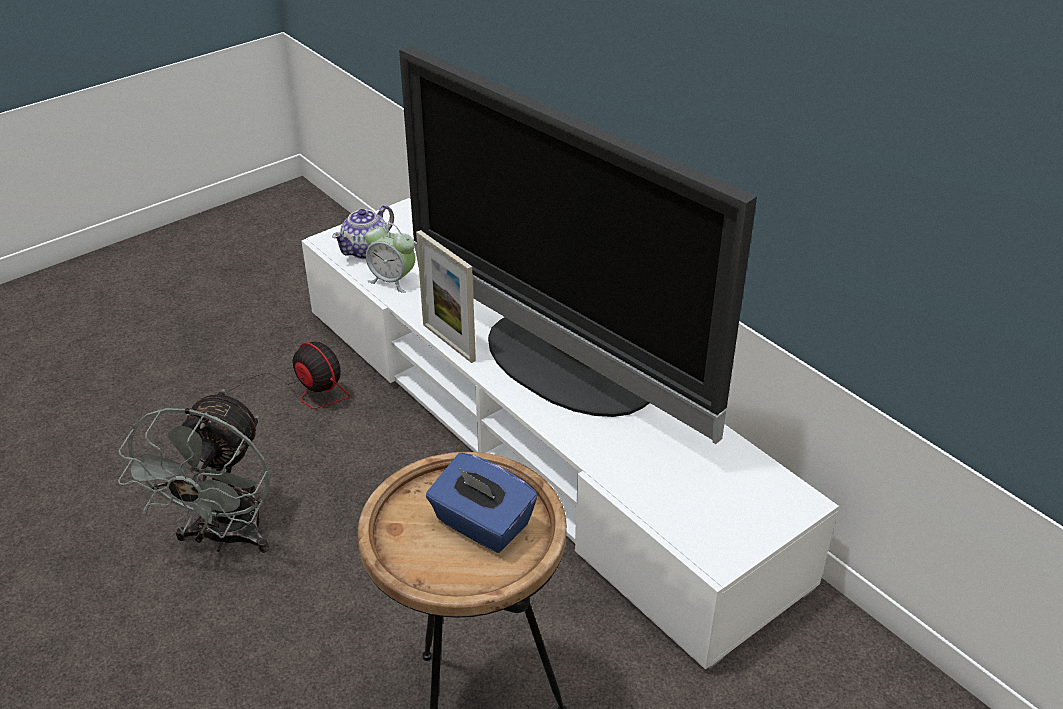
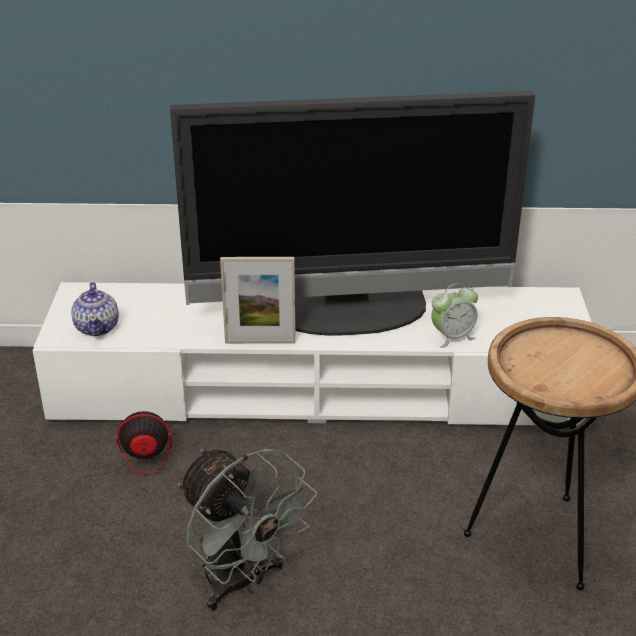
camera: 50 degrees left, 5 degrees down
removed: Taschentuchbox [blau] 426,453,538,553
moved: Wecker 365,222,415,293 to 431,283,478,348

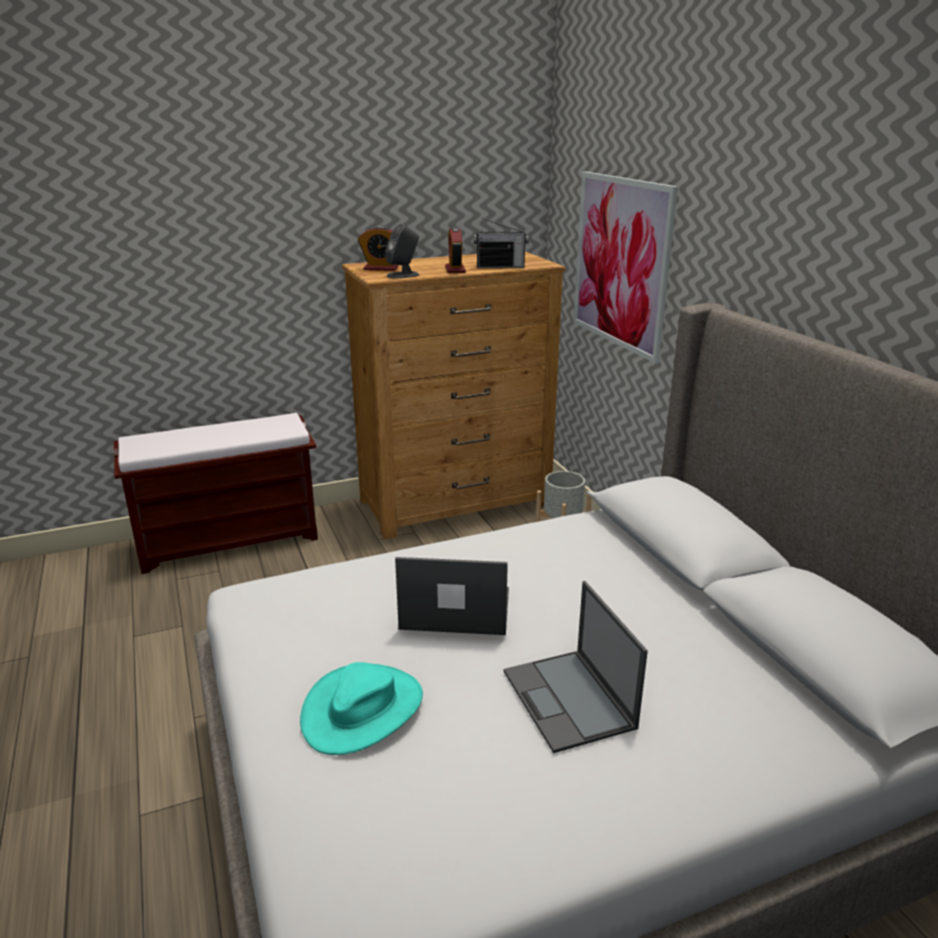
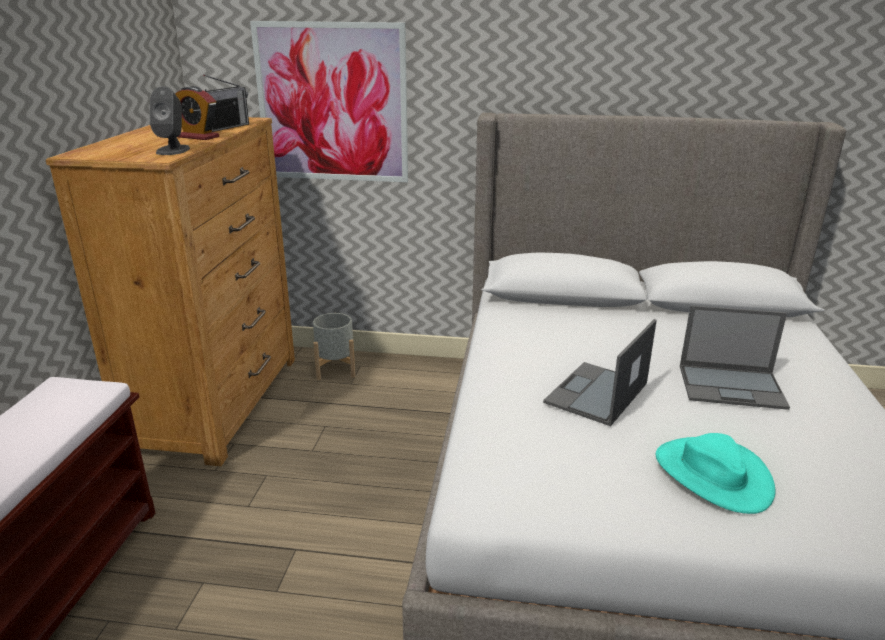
camera: 60 degrees left, 0 degrees up
removed: Wecker 358,226,398,271

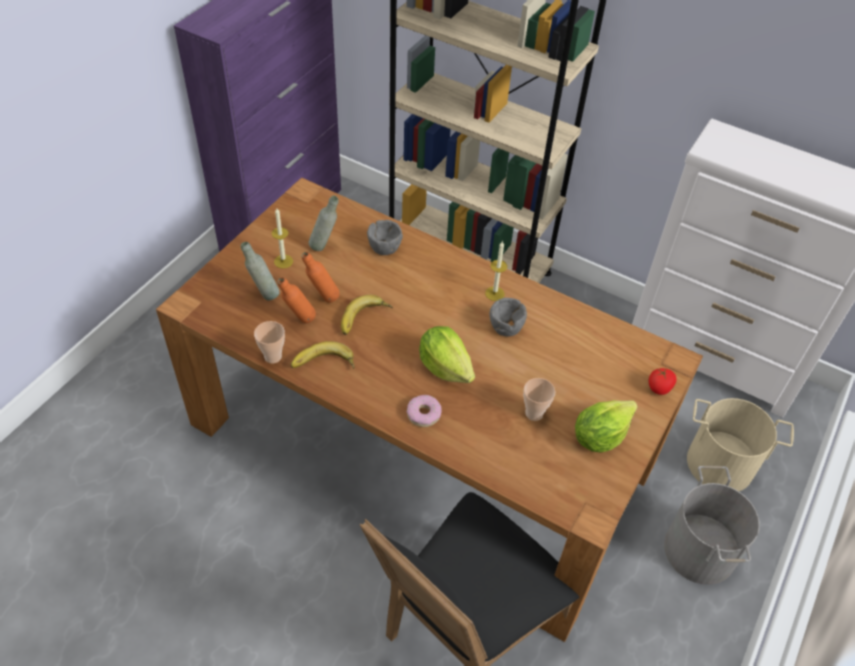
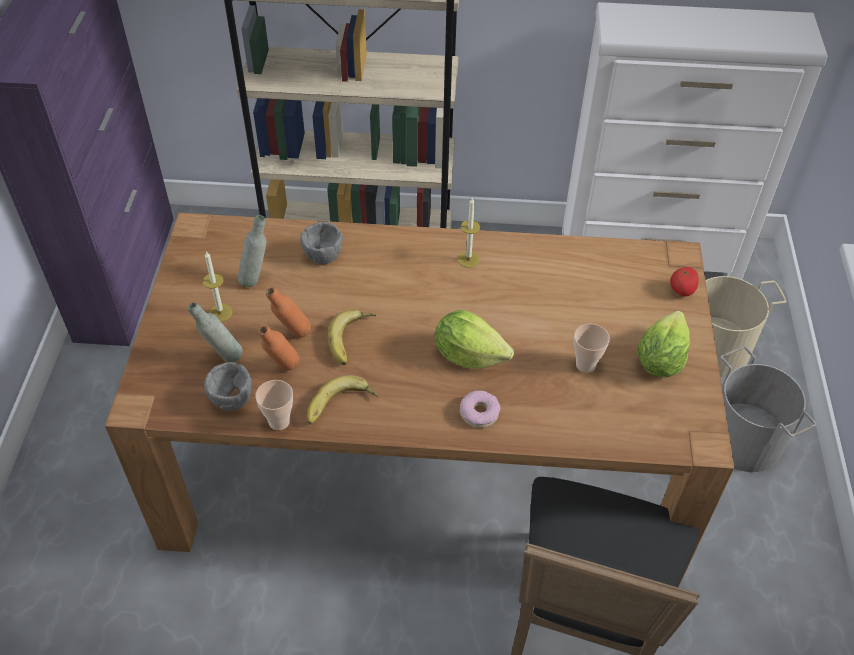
camera: 25 degrees left, 0 degrees up
moved: Schüssel [grau] 489,298,527,336 to 204,362,252,411

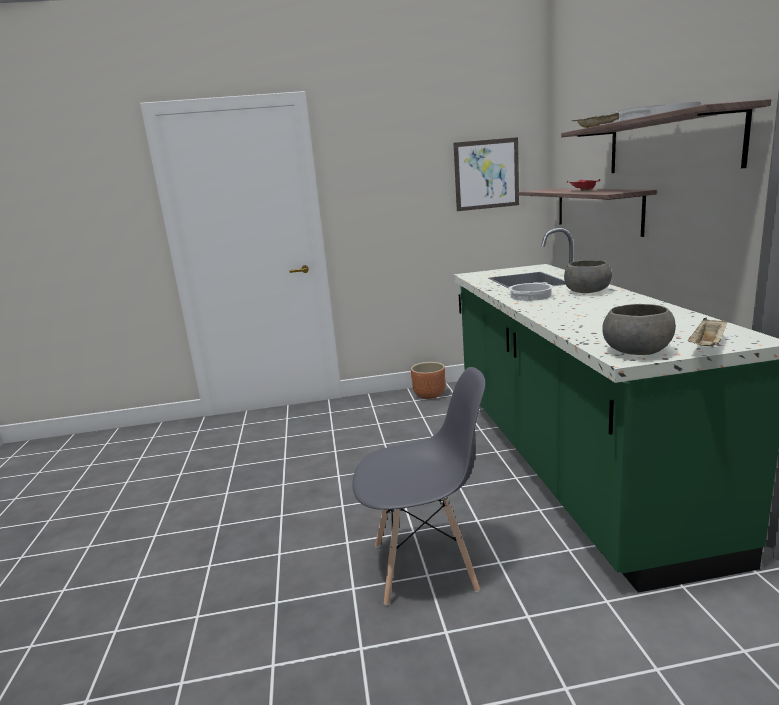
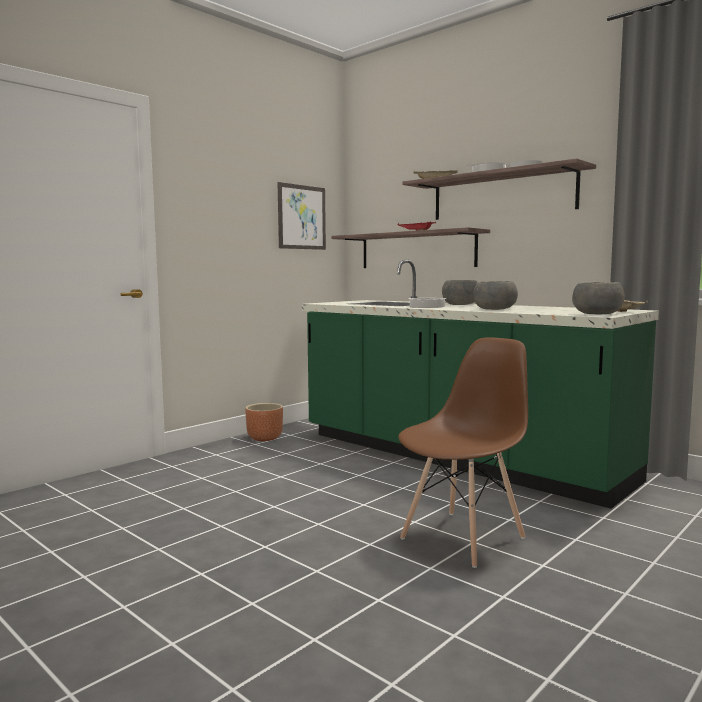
camera: 40 degrees left, 10 degrees down
added: Schüssel [grau] 474,281,518,310
recoloured: Stuhl [grau] 353,367,485,606 to Stuhl [braun] 398,337,528,568

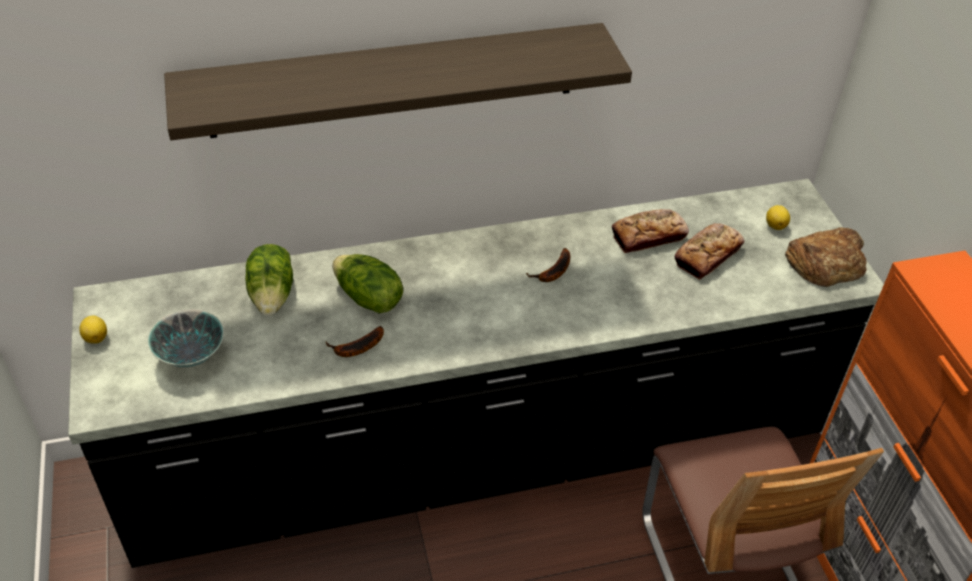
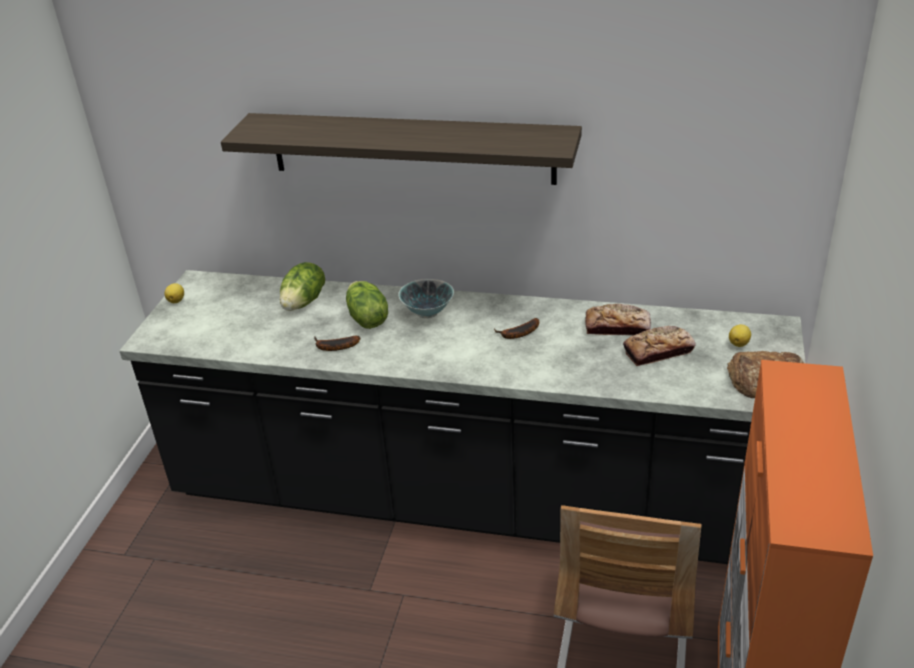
camera: 30 degrees right, 10 degrees down
moved: Schüssel 147,309,224,368 to 398,279,454,318

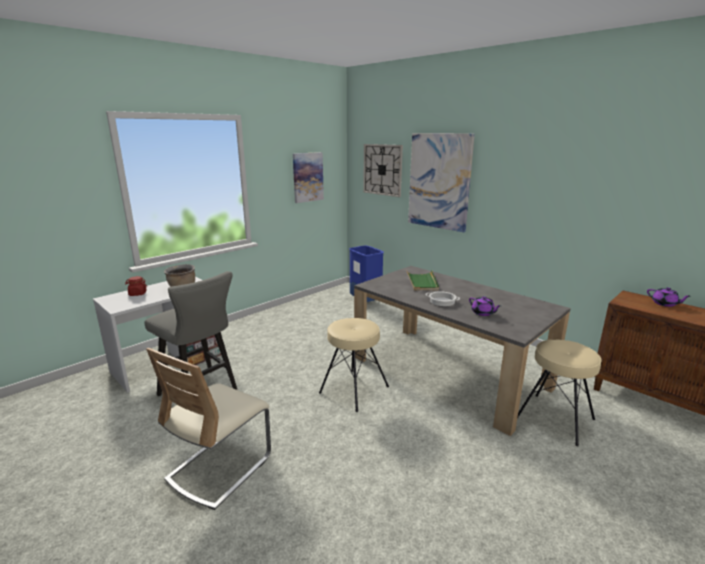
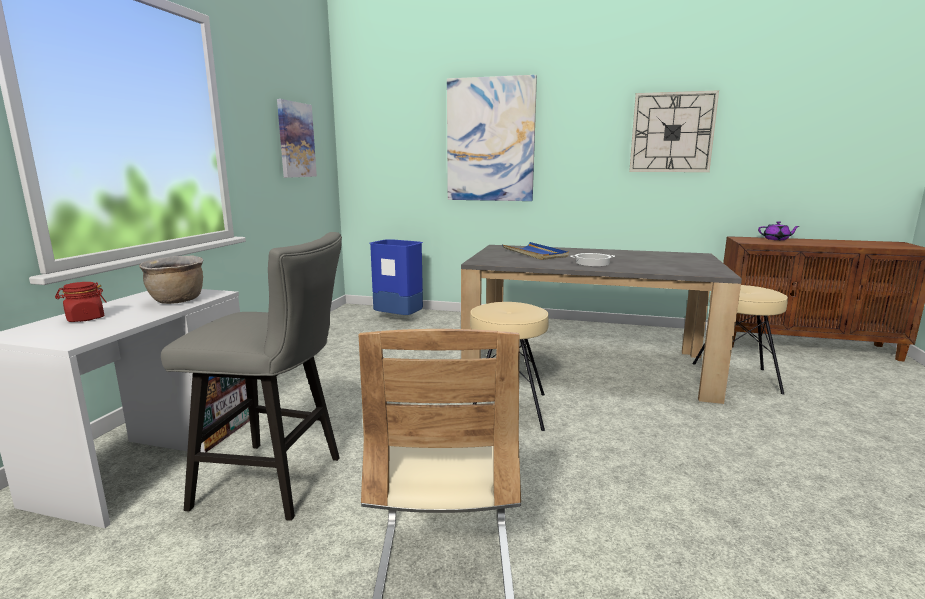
camera: 30 degrees left, 5 degrees down
removed: Teekanne [lila] 469,296,501,316
moved: Wanduhr 363,144,403,197 to 629,90,719,172
recoloured: Tablett [grün] 406,270,439,290 to Tablett [blau] 502,242,569,260

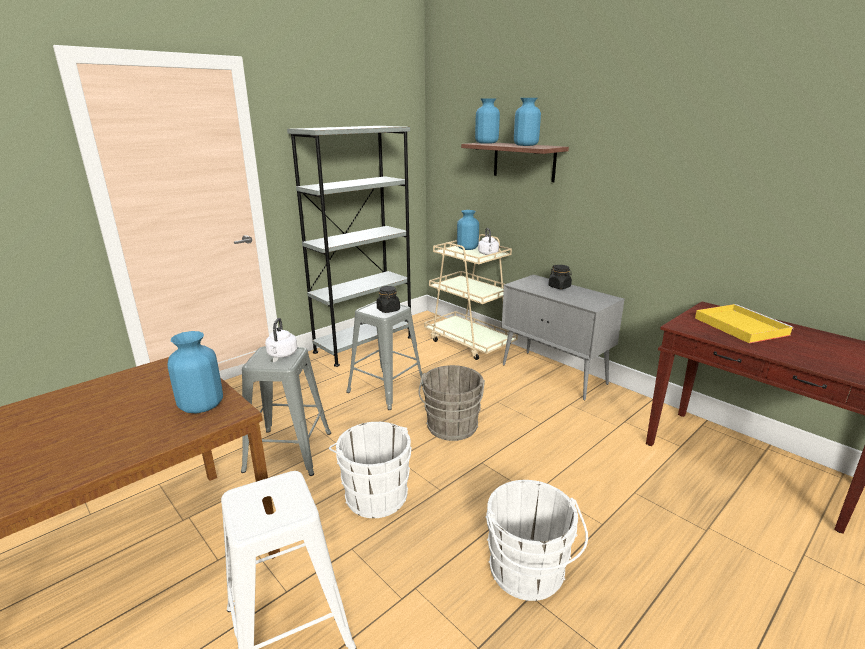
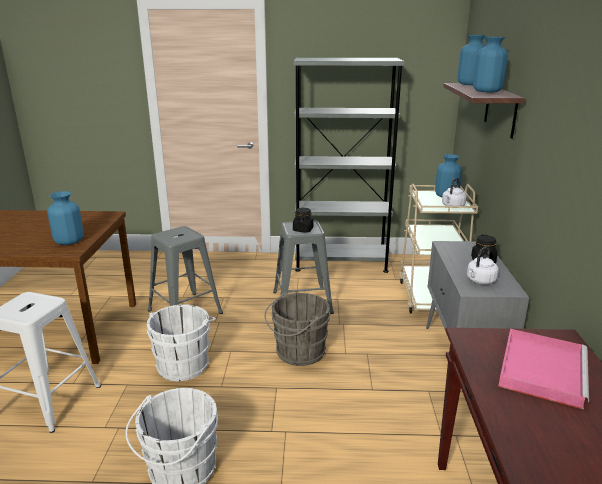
camera: 45 degrees right, 0 degrees up
moved: Wasserkessel [weiß] 265,318,297,358 to 467,246,499,284
recoloured: Tablett [gelb] 695,304,794,343 to Tablett [rosa] 498,329,589,409

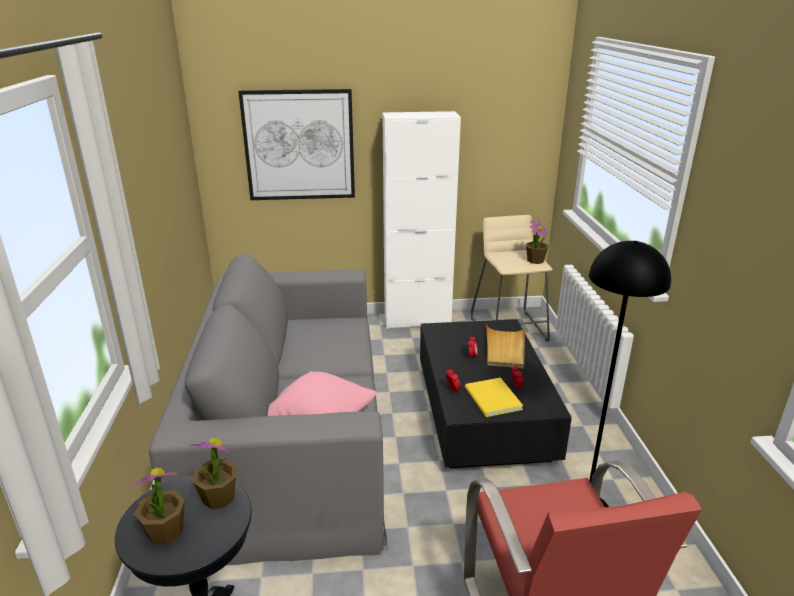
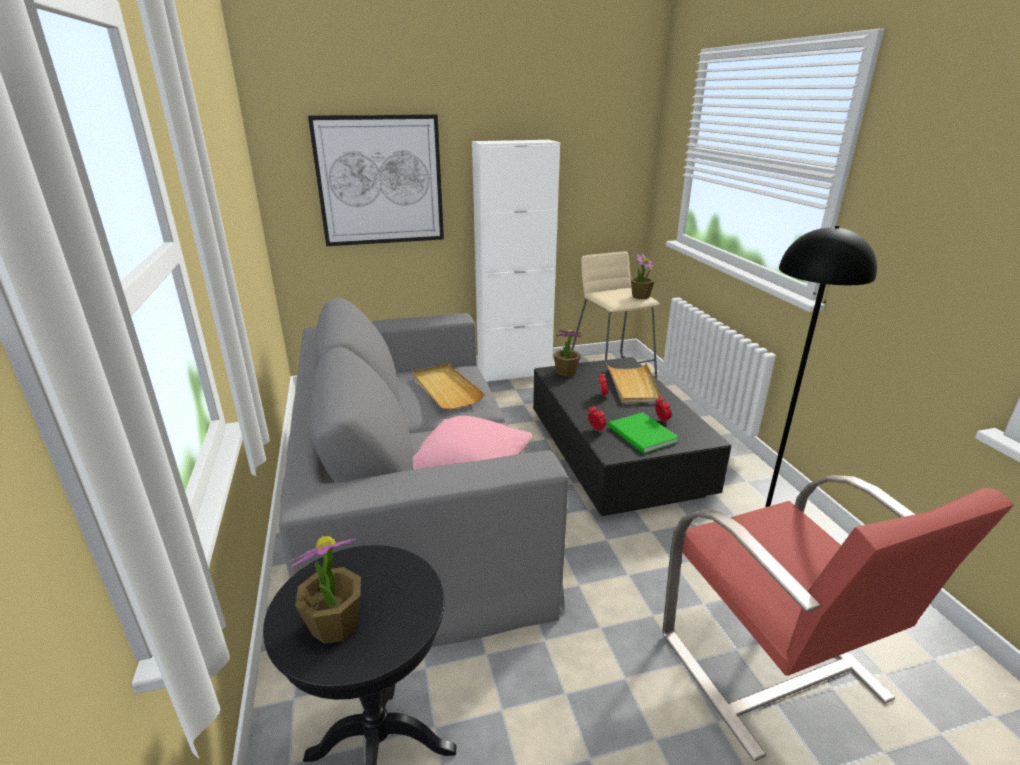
camera: 10 degrees left, 0 degrees up
added: Tablett [beige] 412,364,485,410
moved: Topfpflanze 190,438,237,509 to 553,330,582,377
recoloured: Buch [gelb] 465,378,523,417 to Buch [grün] 608,412,679,453

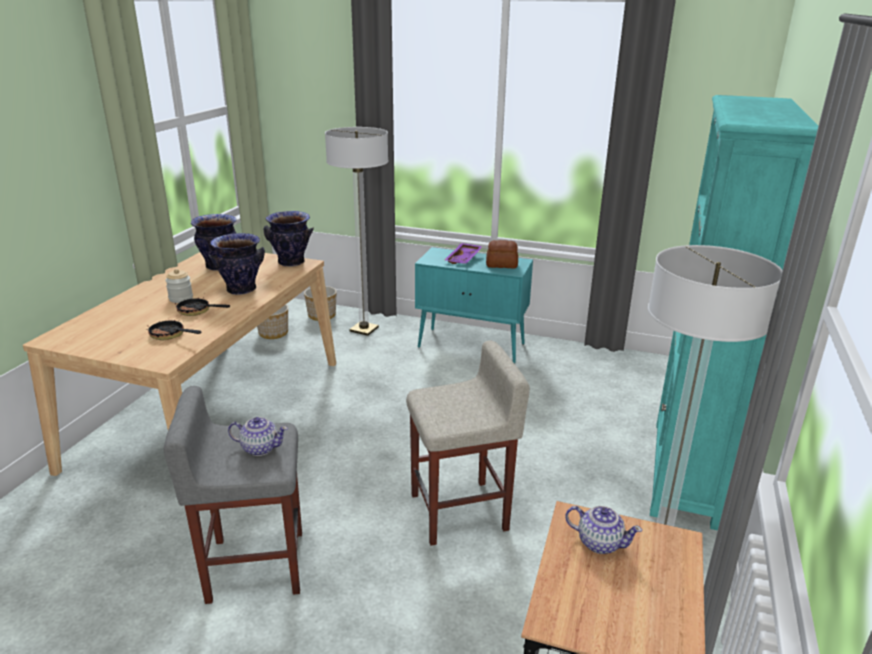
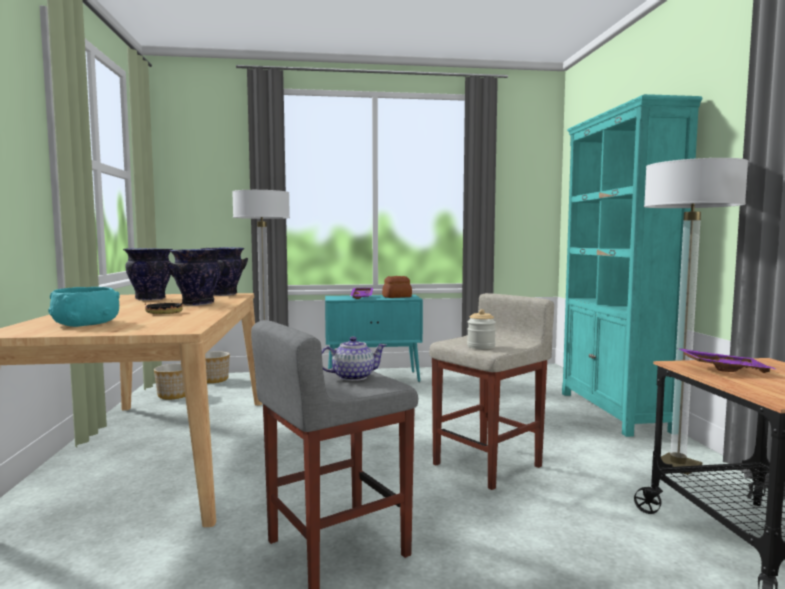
camera: 25 degrees left, 20 degrees down
removed: Pfanne 146,320,202,340
added: Schüssel [türkis] 48,287,120,327
moved: Vorratsglas 165,269,193,303 to 467,309,496,349
replaced: Teekanne 565,506,642,554 to Tablett [lila] 678,348,778,373

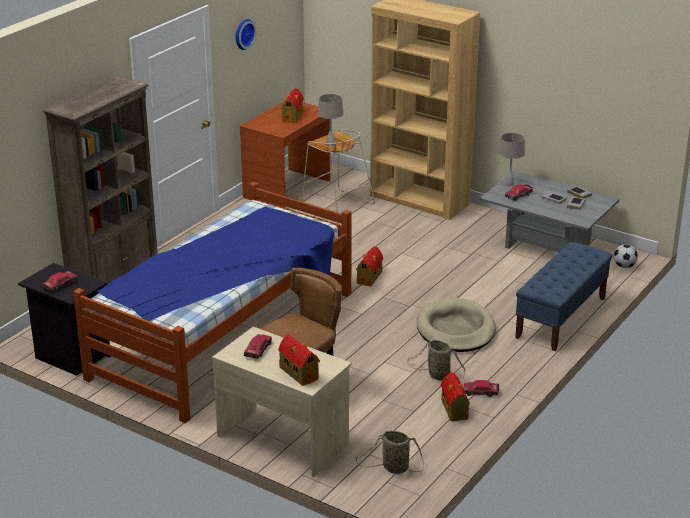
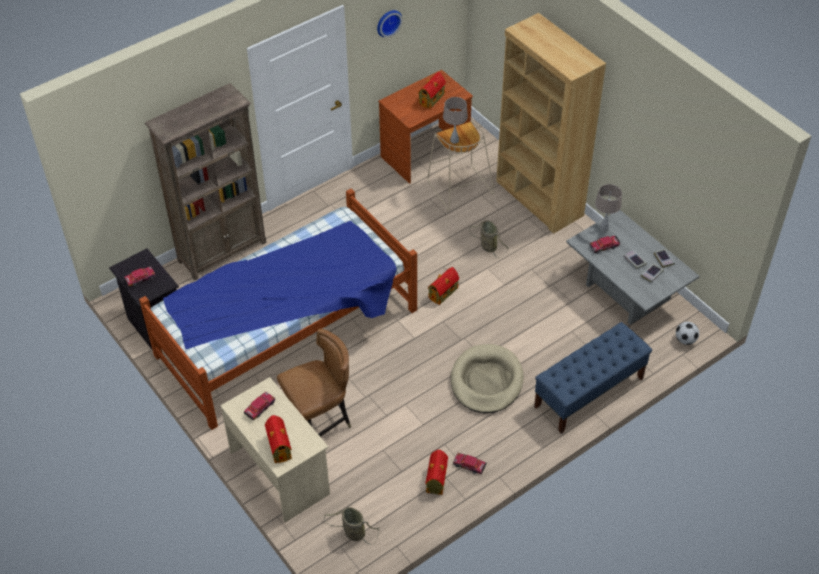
camera: 20 degrees right, 20 degrees up
moved: Korb 407,340,465,381 to 469,220,509,258

